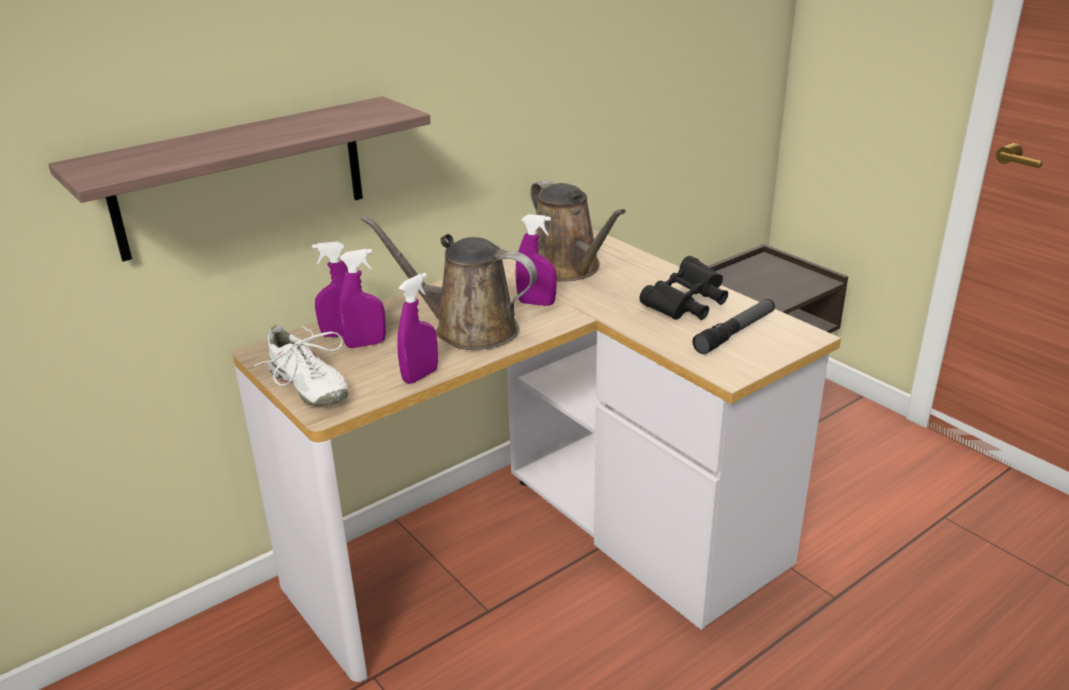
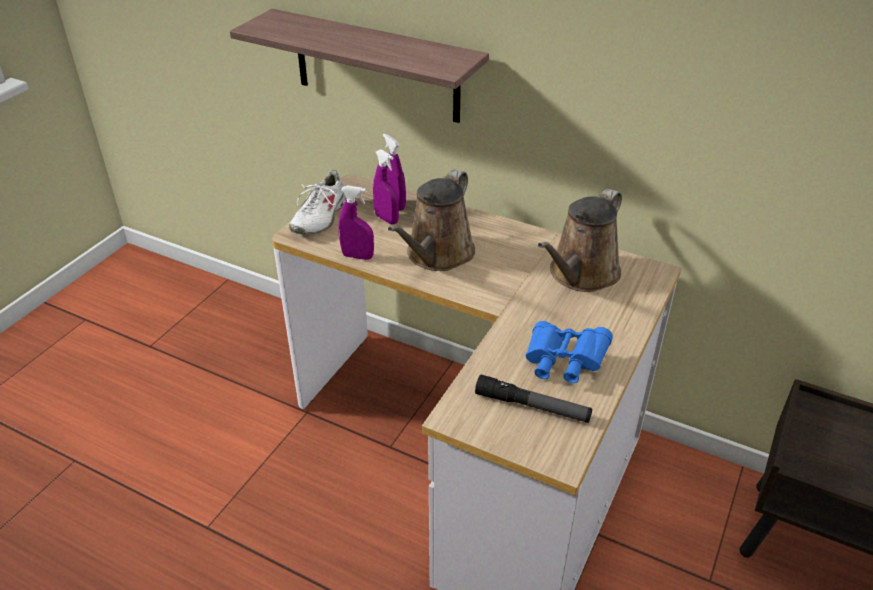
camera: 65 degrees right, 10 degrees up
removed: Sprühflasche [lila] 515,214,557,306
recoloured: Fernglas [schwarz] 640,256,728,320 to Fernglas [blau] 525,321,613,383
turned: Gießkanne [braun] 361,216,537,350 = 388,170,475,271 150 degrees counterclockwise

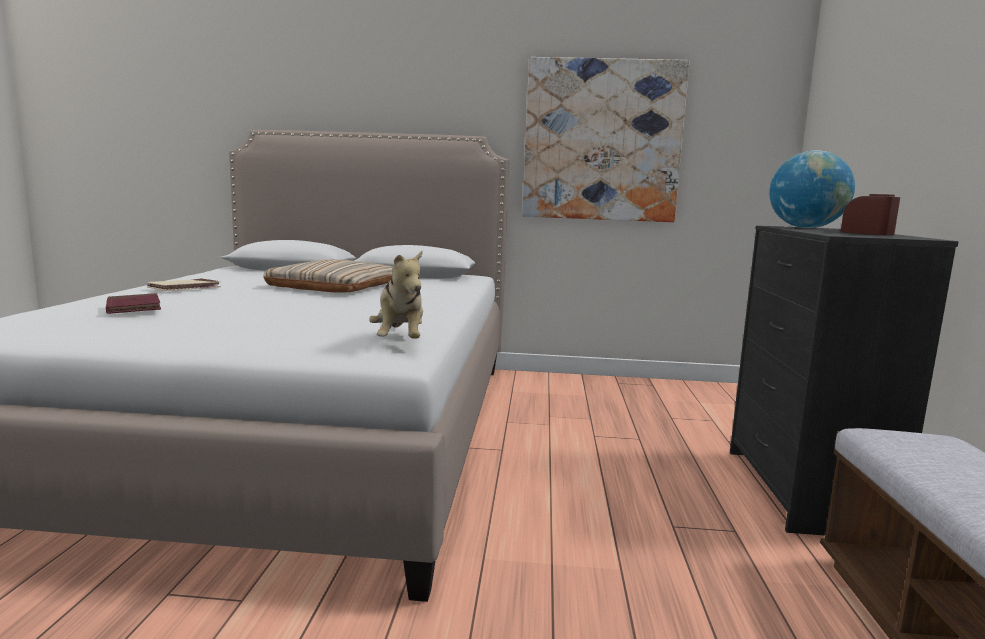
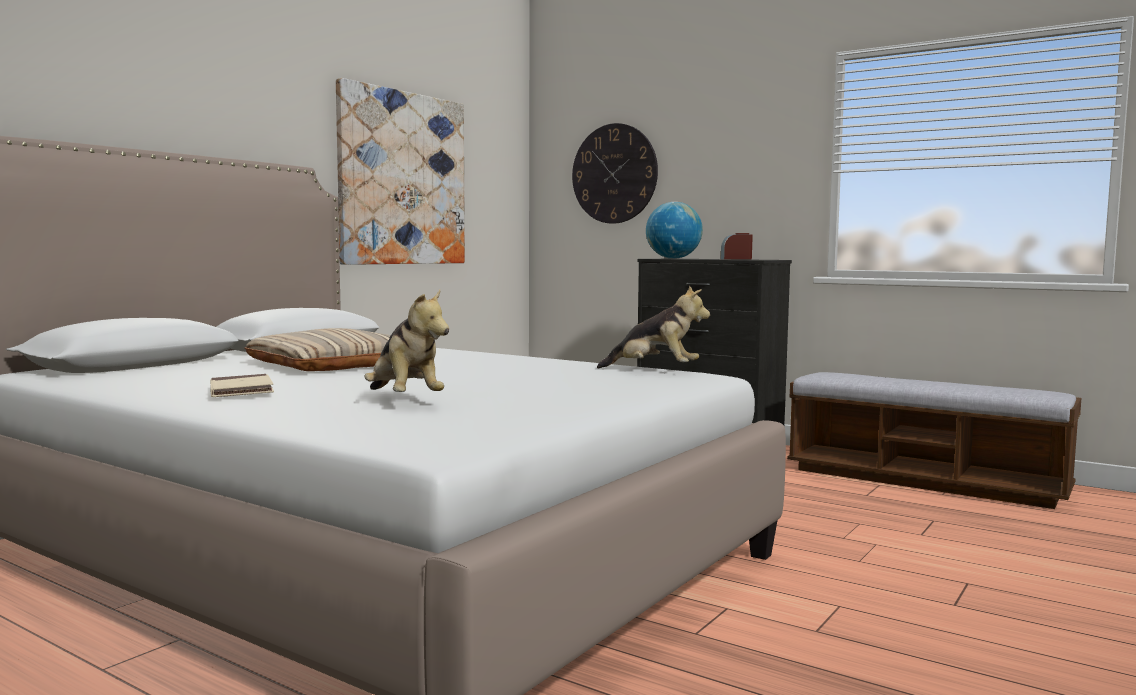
camera: 60 degrees left, 5 degrees down
added: Wanduhr 572,123,658,224
replaced: Buch [rot] 106,293,161,314 to Plüschtier 364,290,449,392

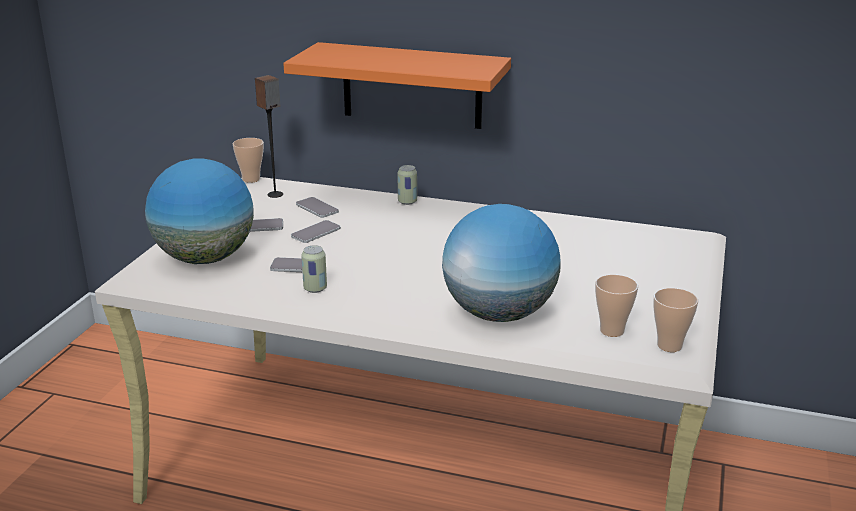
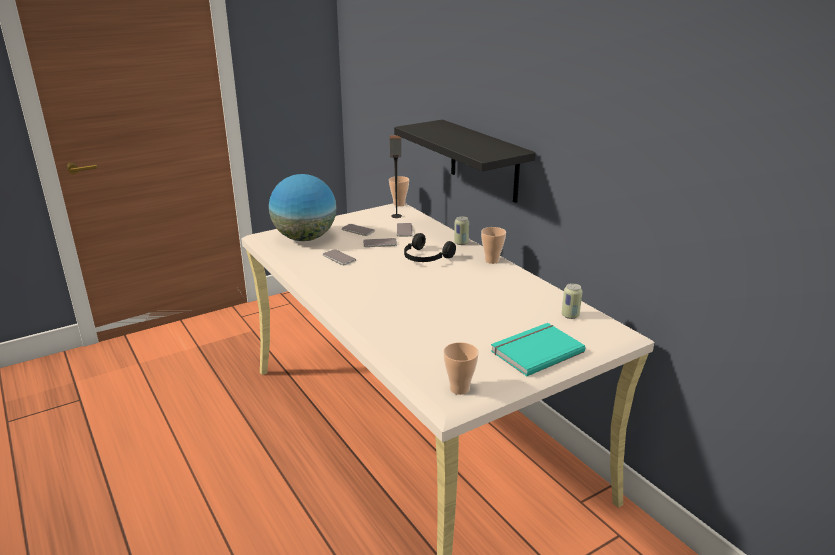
camera: 40 degrees right, 0 degrees up
removed: Globus 442,204,560,322
added: Kopfhörer [schwarz] 404,233,456,262; Buch [türkis] 491,323,585,377
moved: Dose 301,245,327,293 to 562,283,582,319; Tasse 595,274,638,337 to 481,227,506,264
recoloured: Wandregal [orange] 283,42,511,129 to Wandregal [schwarz] 394,119,536,203

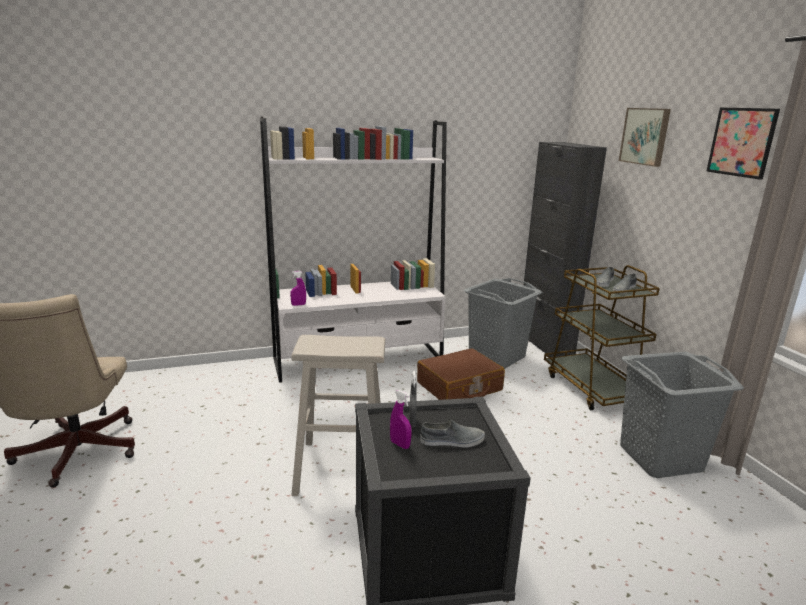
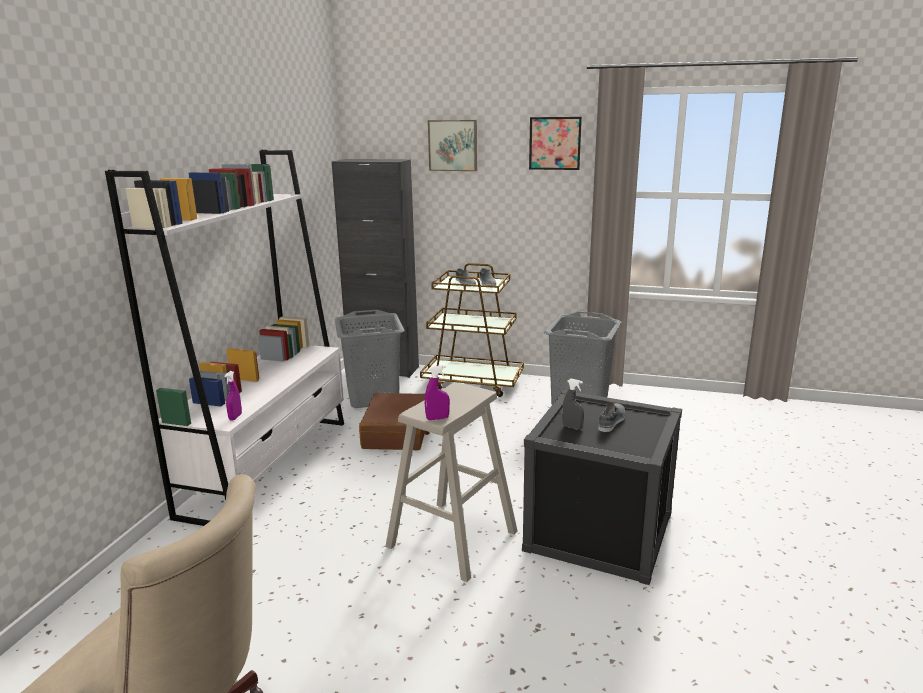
camera: 55 degrees left, 0 degrees up
moved: Sprühflasche [lila] 390,390,412,449 to 425,365,450,420

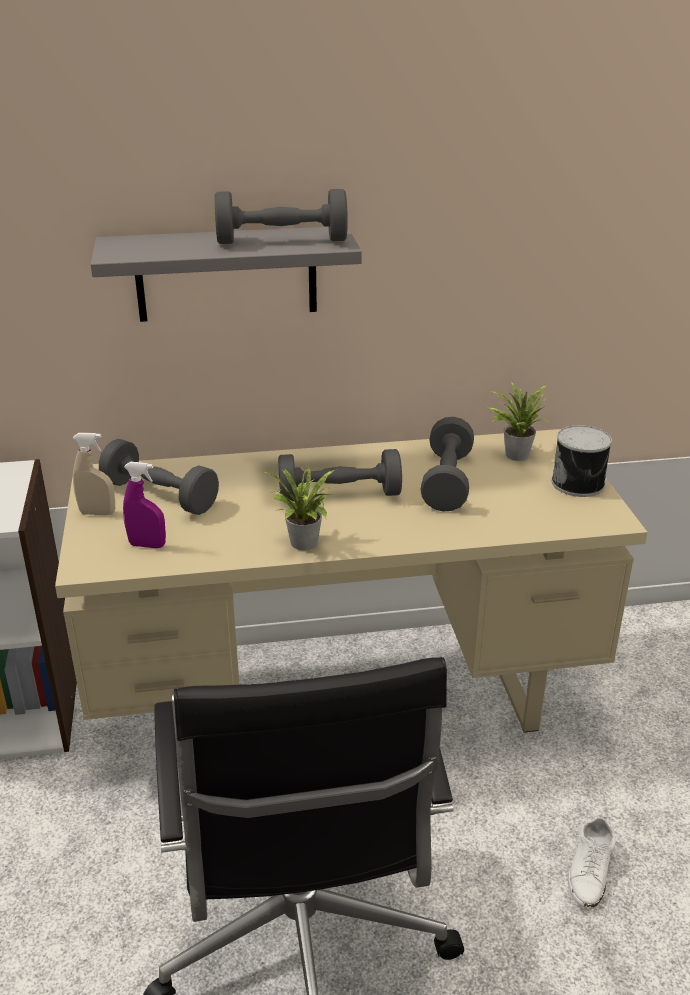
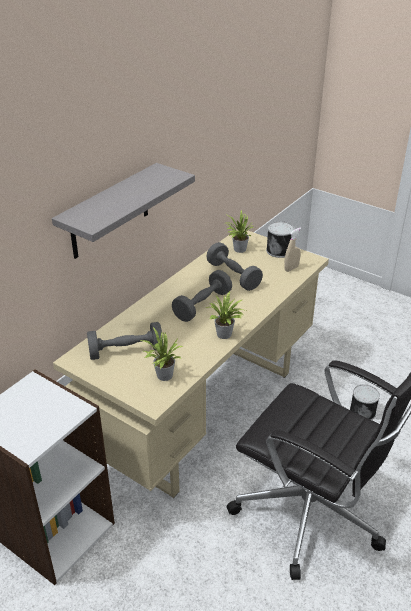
camera: 45 degrees left, 5 degrees up
removed: Hantel [grau] 215,189,348,244
moved: Sprühflasche [beige] 73,433,115,515 to 284,228,301,272
replaced: Sprühflasche [lila] 123,462,166,548 to Topfpflanze 139,327,184,381; Schuh [weiß] 568,815,616,909 to Dose 350,384,380,420

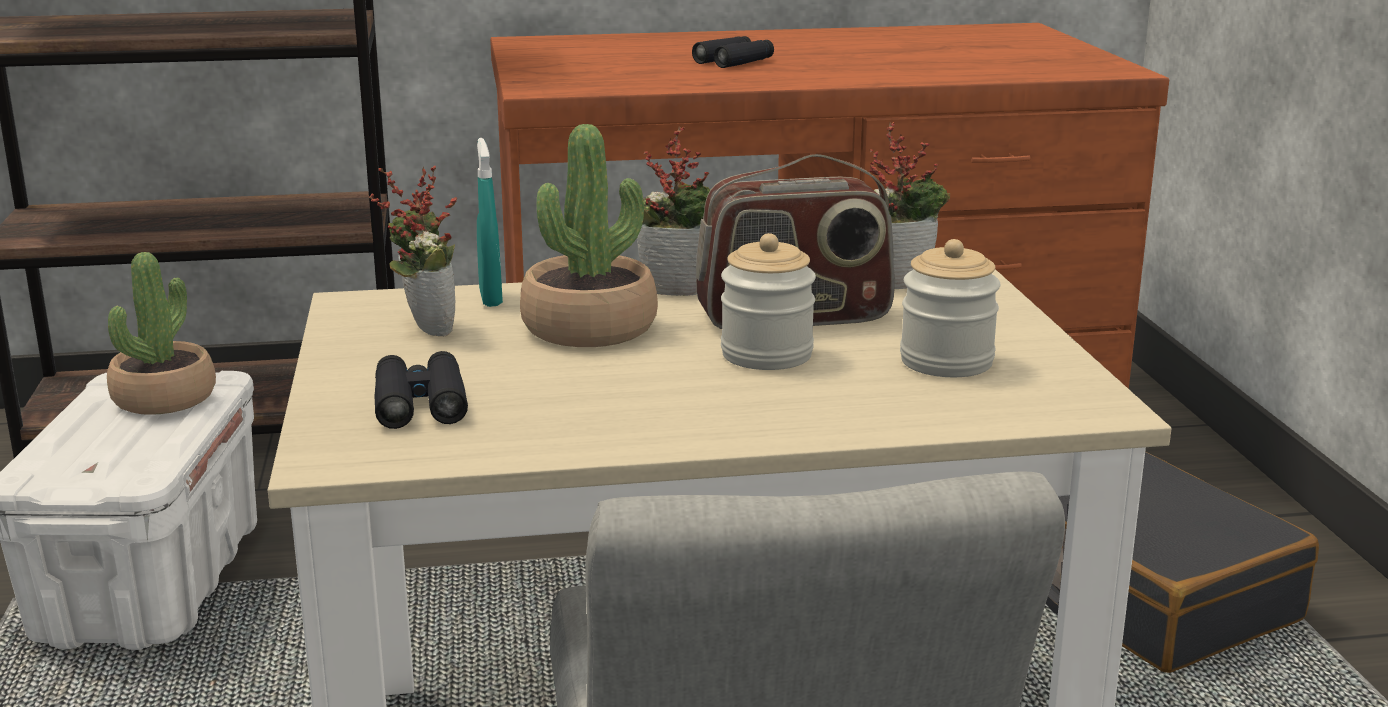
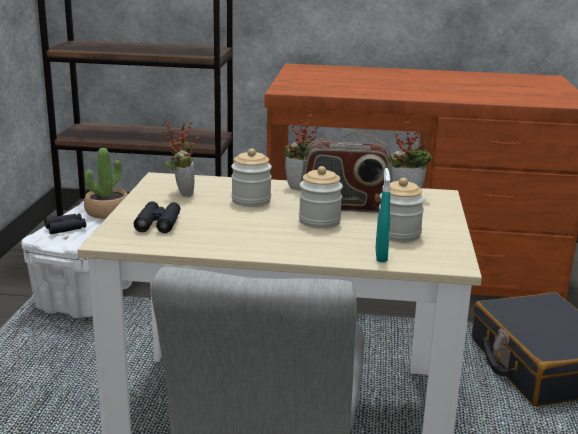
camera: 15 degrees right, 0 degrees up
moved: Fernglas [schwarz] 692,36,774,68 to 44,213,86,234; Sprühflasche [türkis] 477,138,503,307 to 376,168,391,262
replaced: Topfpflanze 520,124,658,347 to Vorratsglas 231,148,272,207

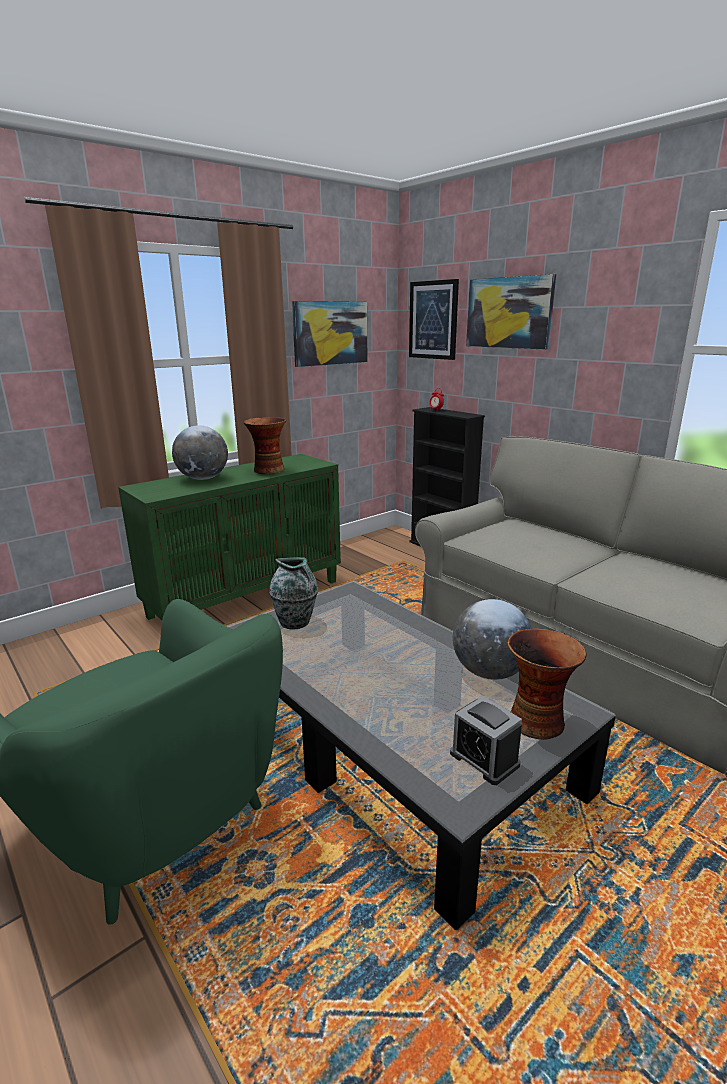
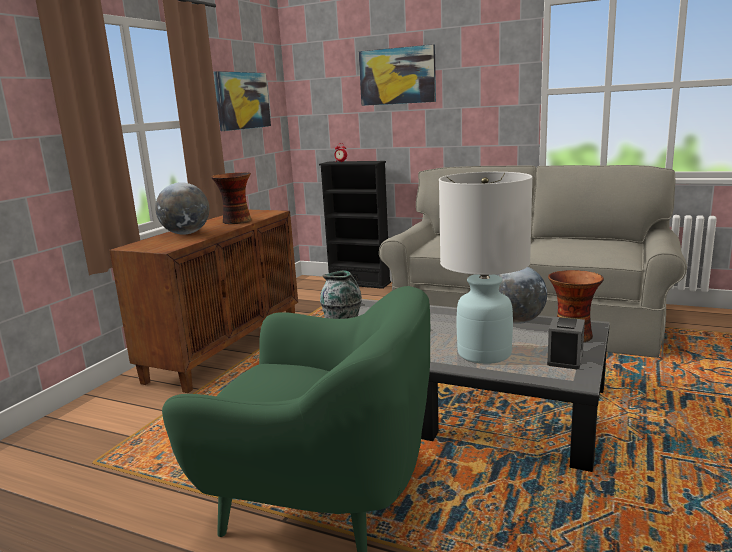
camera: 25 degrees left, 5 degrees down
removed: Bild 409,279,459,360
added: Tischlampe [weiß] 439,172,533,364
recoloured: Schrank [grün] 118,454,341,620 to Schrank [braun] 109,210,298,393
turned: Wecker 450,696,522,785 = 547,317,585,369 90 degrees counterclockwise

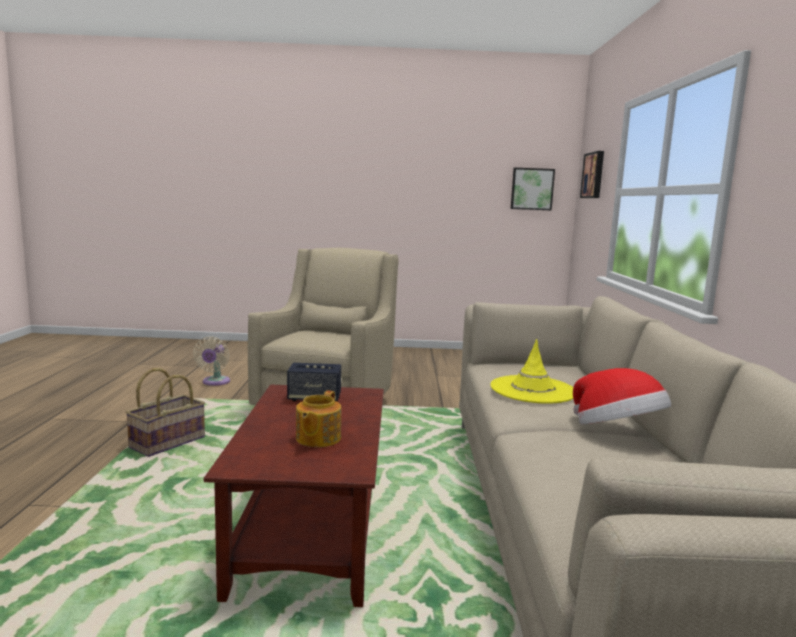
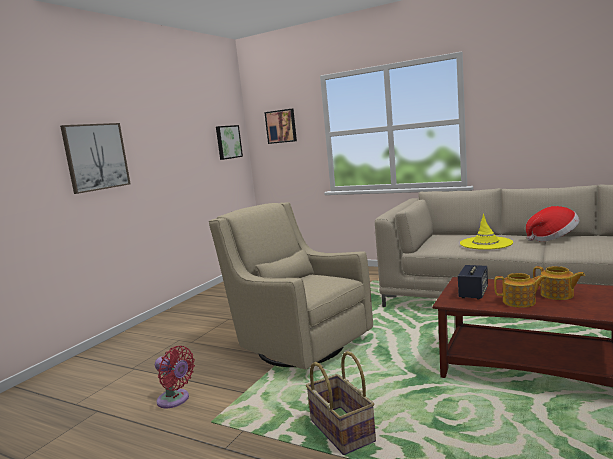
camera: 60 degrees left, 0 degrees up
added: Bild 60,123,131,194; Teekanne 494,273,546,308
recoloured: Ventilator [beige] 193,337,230,386 to Ventilator [rot] 155,346,195,408

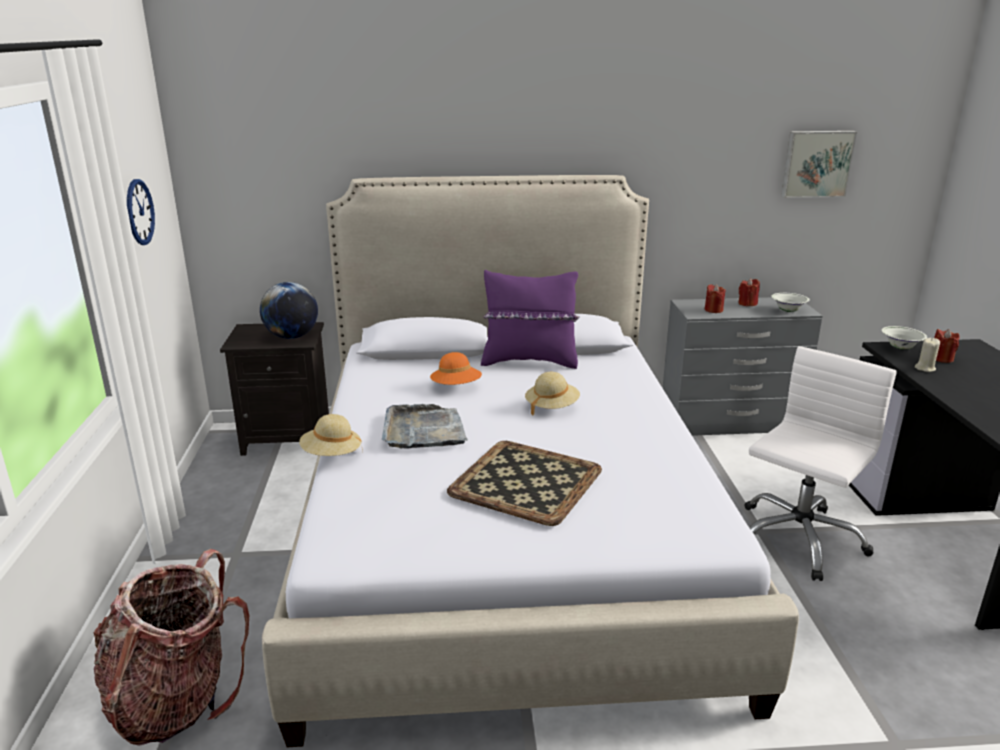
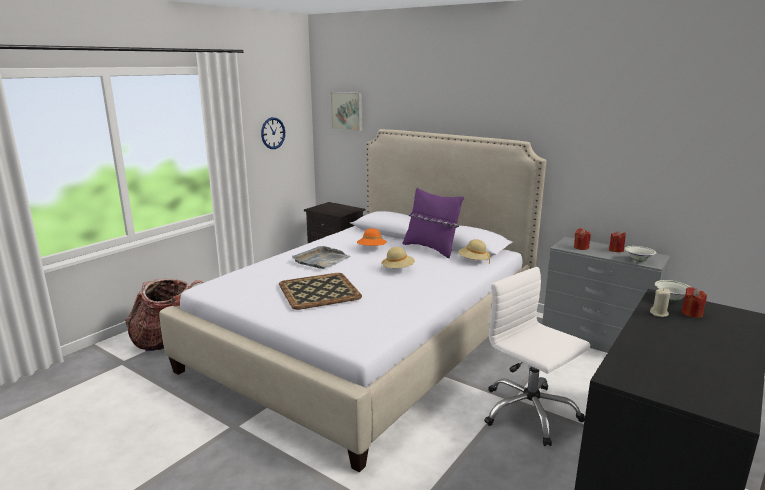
camera: 40 degrees right, 5 degrees down
removed: Globus 260,282,318,339
moved: Bild 781,131,857,198 to 331,92,362,131; Hut [beige] 299,414,363,456 to 458,239,490,264
turned: Bürostuhl [weiß] 745,346,897,581 = 484,267,590,446 120 degrees counterclockwise

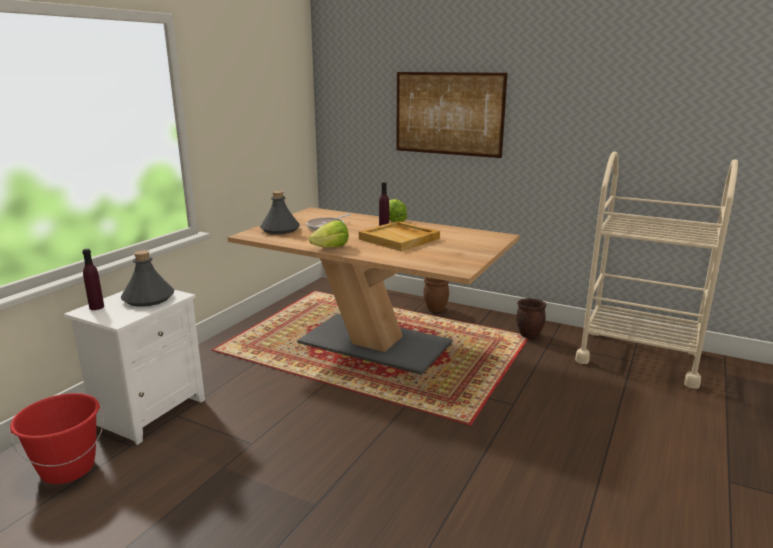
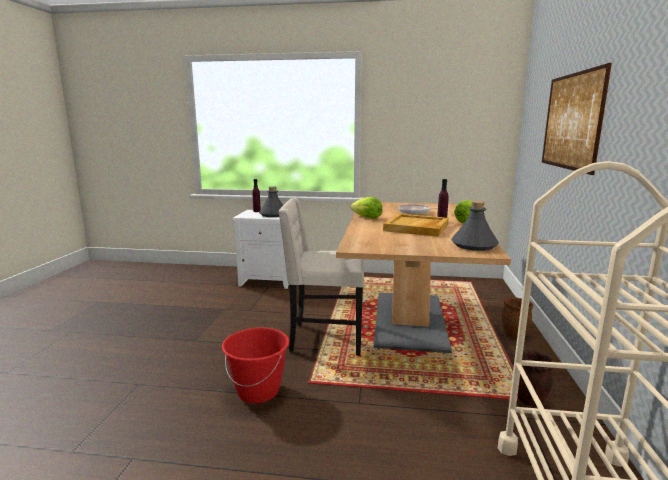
camera: 70 degrees right, 5 degrees down
added: Stuhl [beige] 278,198,364,356
moved: Flasche [grau] 260,191,300,234 to 451,201,499,251; Eimer [rot] 9,393,104,484 to 222,327,289,404

